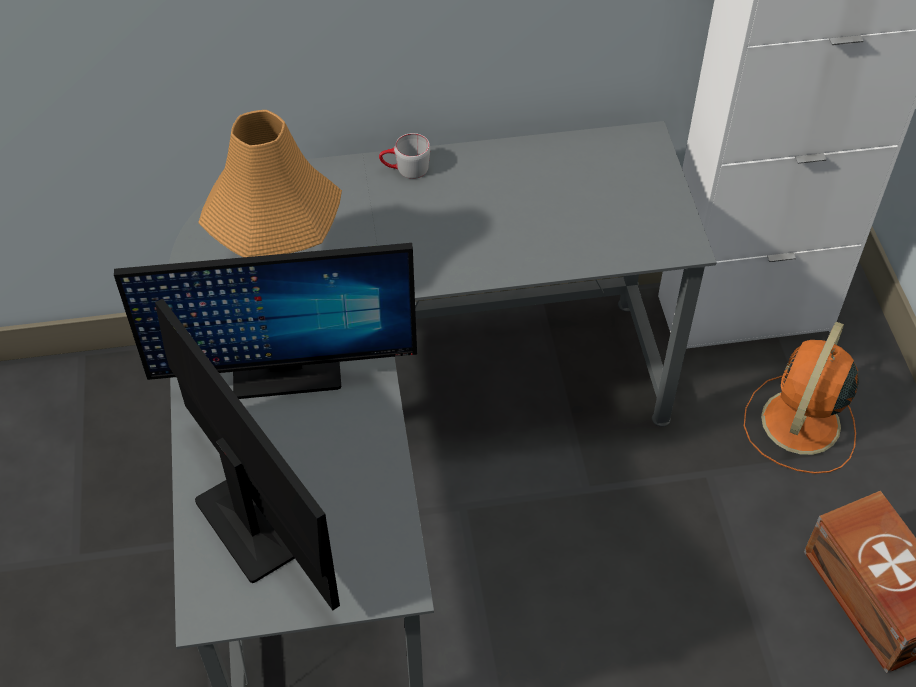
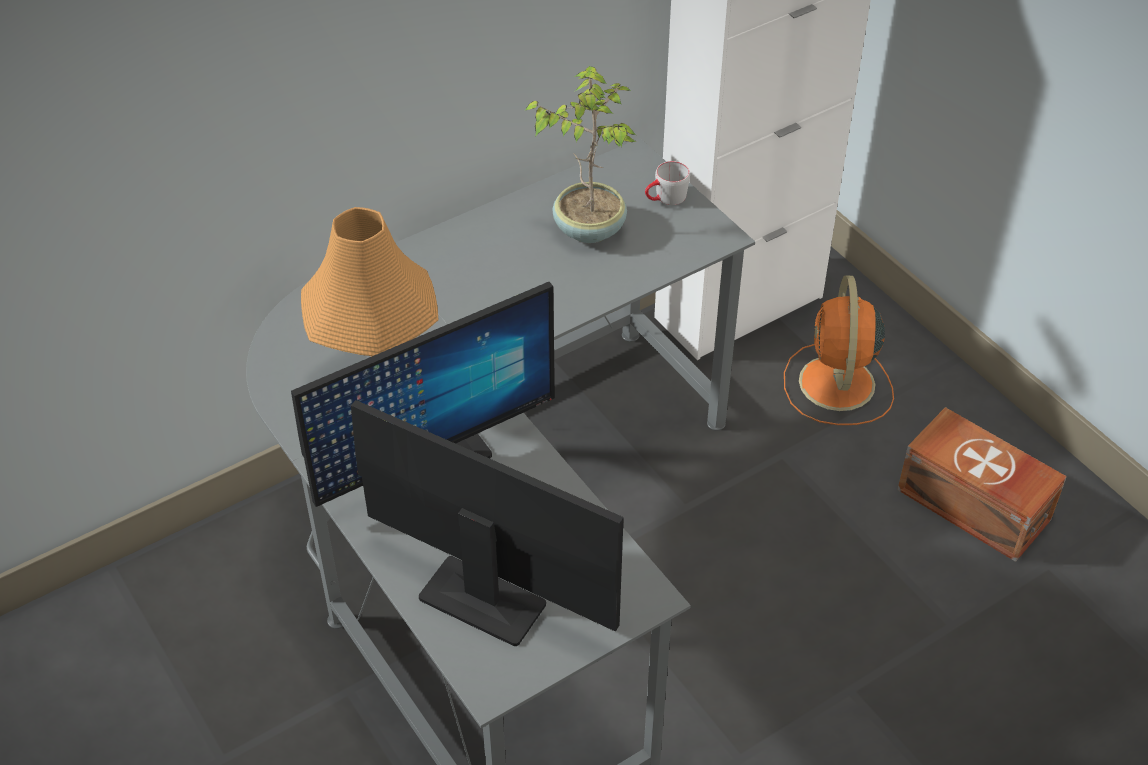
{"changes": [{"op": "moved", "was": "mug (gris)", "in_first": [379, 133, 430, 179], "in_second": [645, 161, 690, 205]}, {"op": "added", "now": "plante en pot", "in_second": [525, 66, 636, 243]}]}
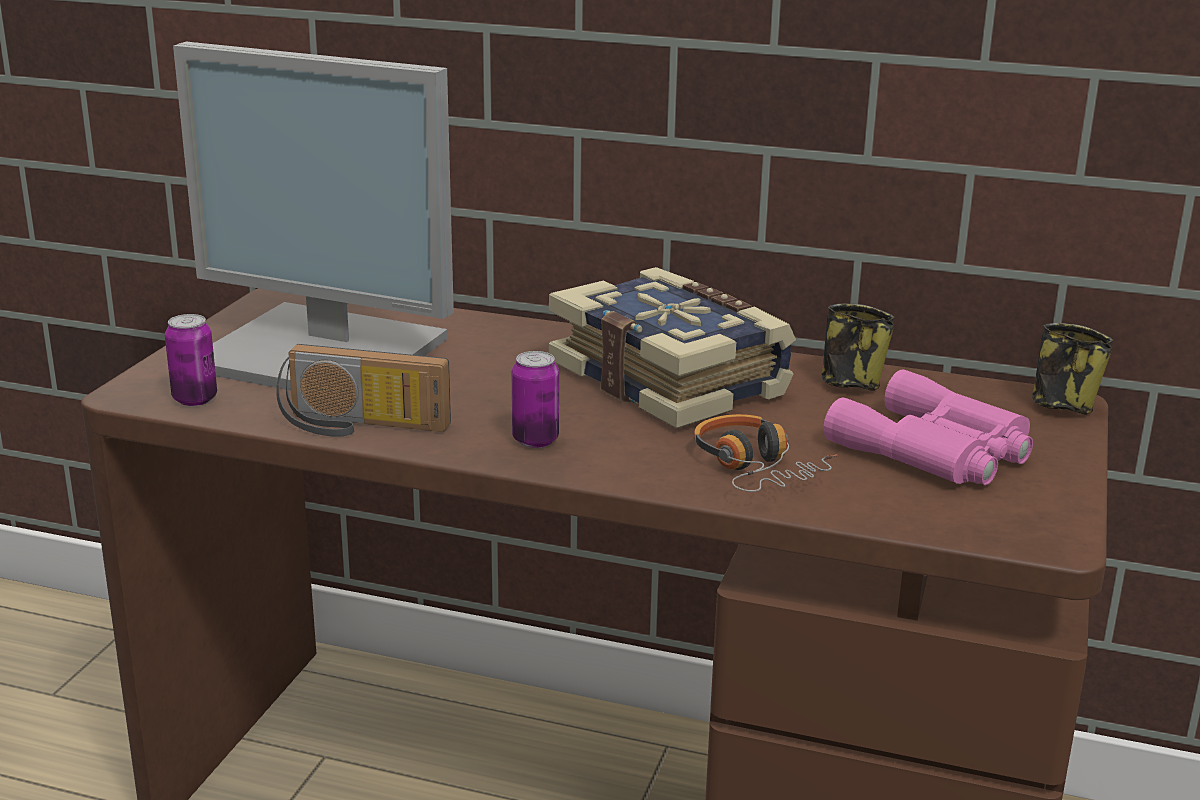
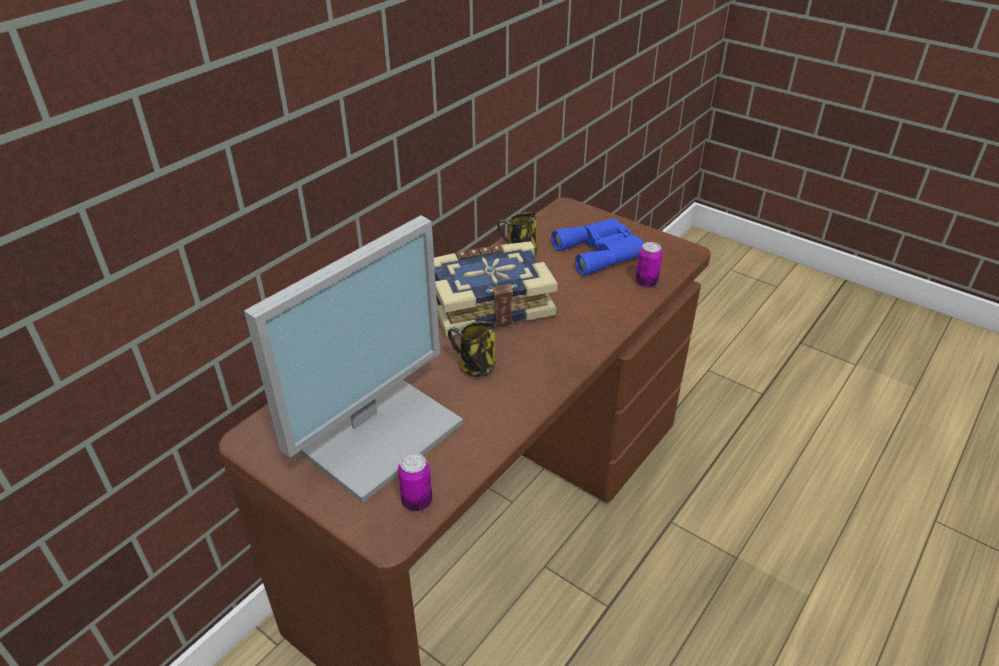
{"changes": [{"op": "removed", "was": "radio", "in_first": [276, 344, 451, 437]}, {"op": "moved", "was": "boîte métallique", "in_first": [512, 351, 559, 448], "in_second": [636, 242, 663, 288]}, {"op": "removed", "was": "casque audio", "in_first": [693, 414, 838, 492]}, {"op": "recoloured", "was": "jumelles (rose)", "now": "jumelles (bleu)", "in_first": [824, 369, 1033, 485], "in_second": [552, 218, 644, 276]}, {"op": "moved", "was": "mug", "in_first": [1032, 323, 1113, 415], "in_second": [448, 321, 496, 377]}]}
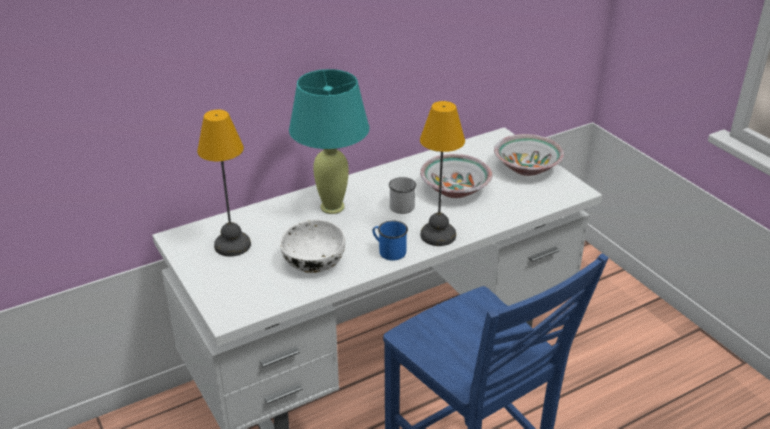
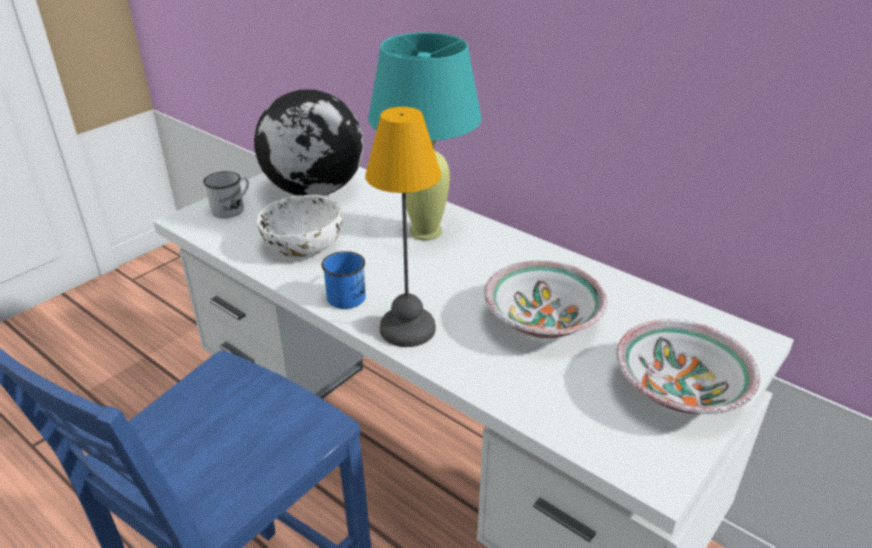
{"changes": [{"op": "replaced", "was": "lampe de table", "now": "globe", "in_first": [197, 110, 251, 257], "in_second": [254, 89, 364, 196]}, {"op": "moved", "was": "mug (blanc)", "in_first": [389, 177, 416, 214], "in_second": [203, 171, 249, 218]}]}
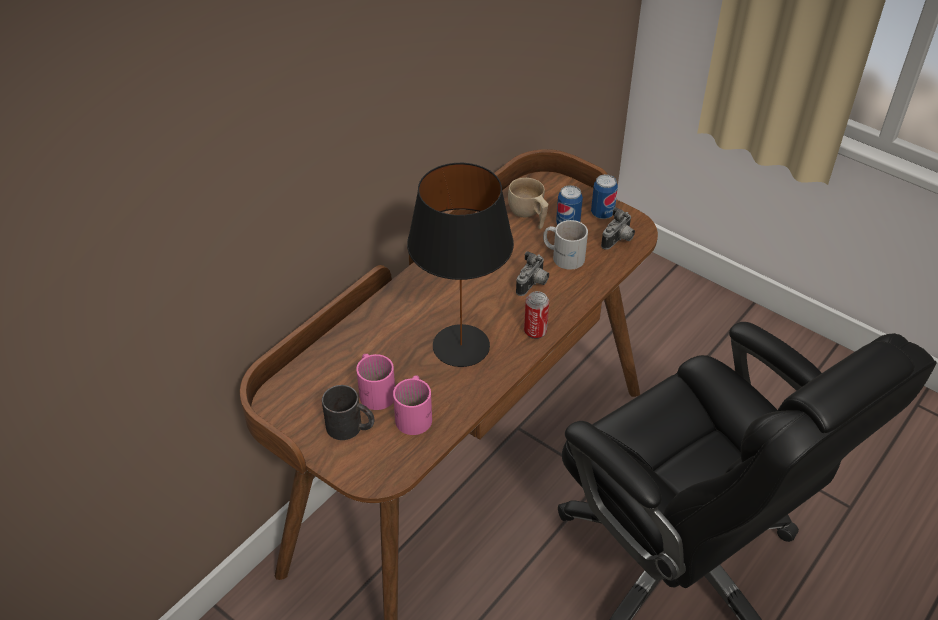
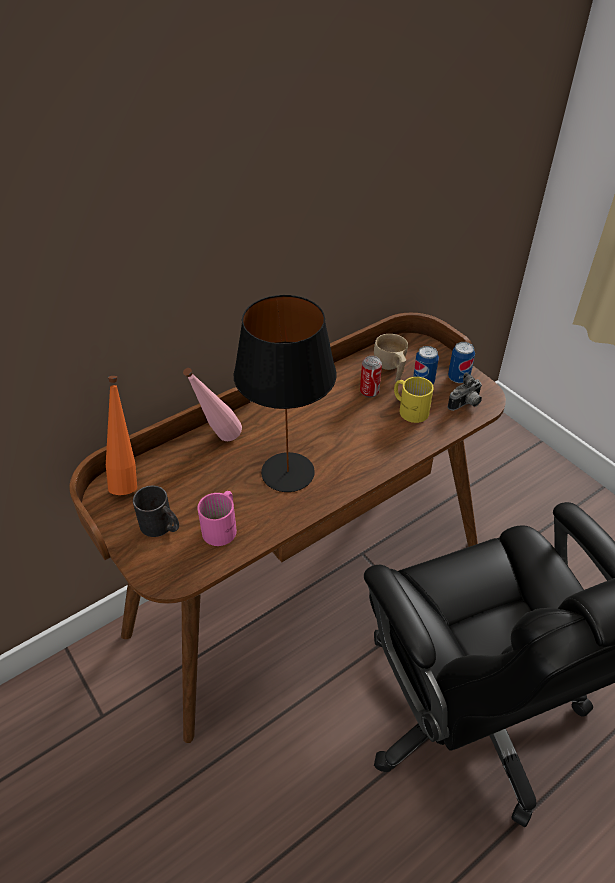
{"changes": [{"op": "removed", "was": "mug (rose)", "in_first": [356, 354, 395, 410]}, {"op": "removed", "was": "appareil photo", "in_first": [516, 251, 549, 296]}, {"op": "moved", "was": "boîte métallique", "in_first": [524, 291, 549, 339], "in_second": [360, 356, 382, 398]}, {"op": "recoloured", "was": "mug (blanc)", "now": "mug (jaune)", "in_first": [543, 220, 588, 270], "in_second": [394, 377, 433, 423]}, {"op": "added", "now": "bouteille (orange)", "in_second": [106, 376, 137, 495]}, {"op": "added", "now": "bouteille (rose)", "in_second": [183, 368, 242, 441]}]}
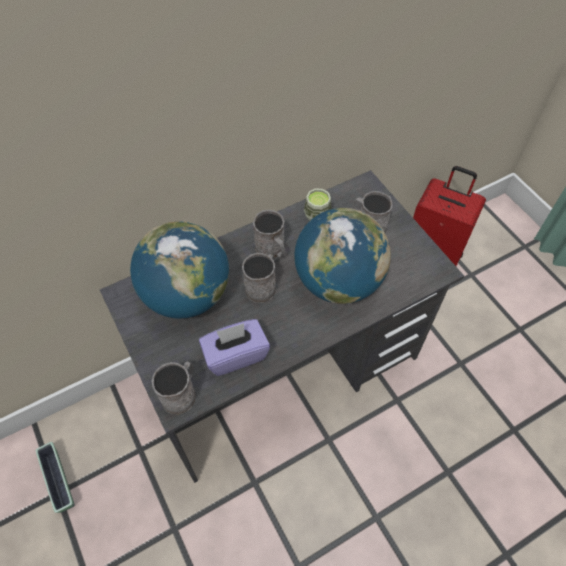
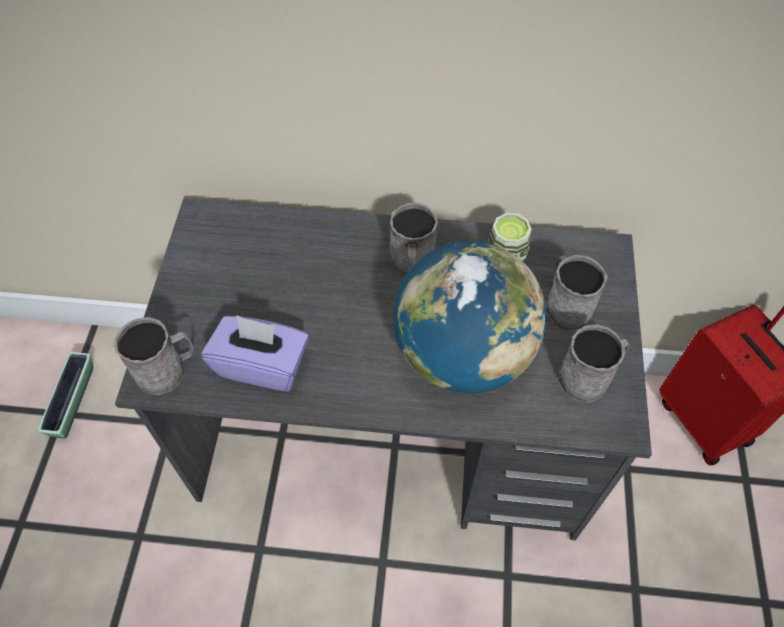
{"changes": [{"op": "removed", "was": "globe", "in_first": [130, 221, 229, 319]}, {"op": "moved", "was": "mug (gris)", "in_first": [242, 253, 276, 303], "in_second": [558, 324, 630, 403]}]}
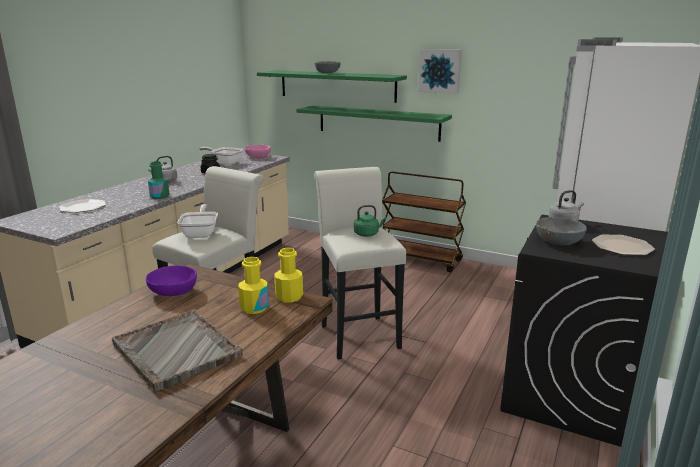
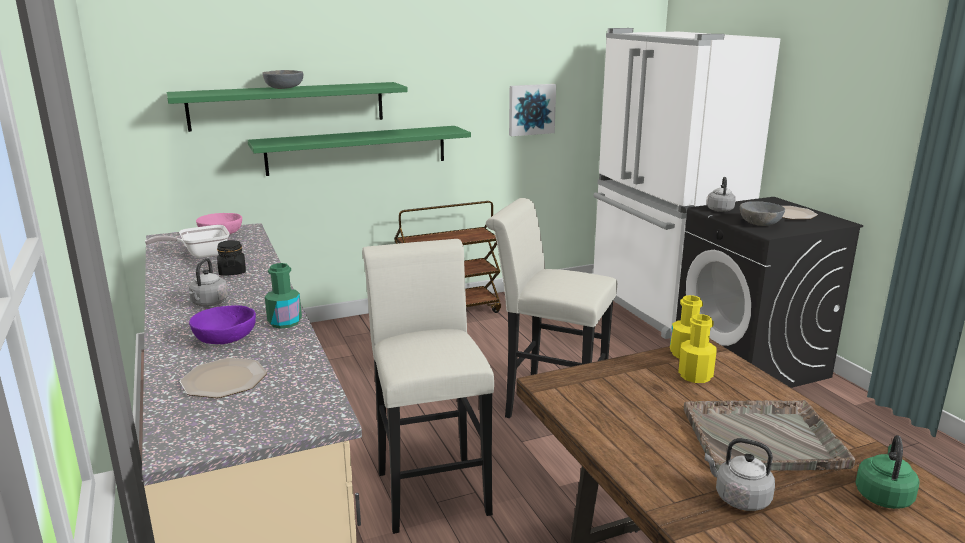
{"changes": [{"op": "moved", "was": "bol (violet)", "in_first": [146, 265, 197, 296], "in_second": [189, 305, 256, 344]}, {"op": "removed", "was": "poêle", "in_first": [177, 204, 218, 238]}, {"op": "moved", "was": "bouilloire (vert)", "in_first": [354, 205, 386, 236], "in_second": [855, 435, 920, 509]}, {"op": "moved", "was": "tableau", "in_first": [418, 49, 462, 94], "in_second": [509, 84, 556, 136]}, {"op": "added", "now": "bouilloire (gris)", "in_second": [705, 438, 775, 511]}]}
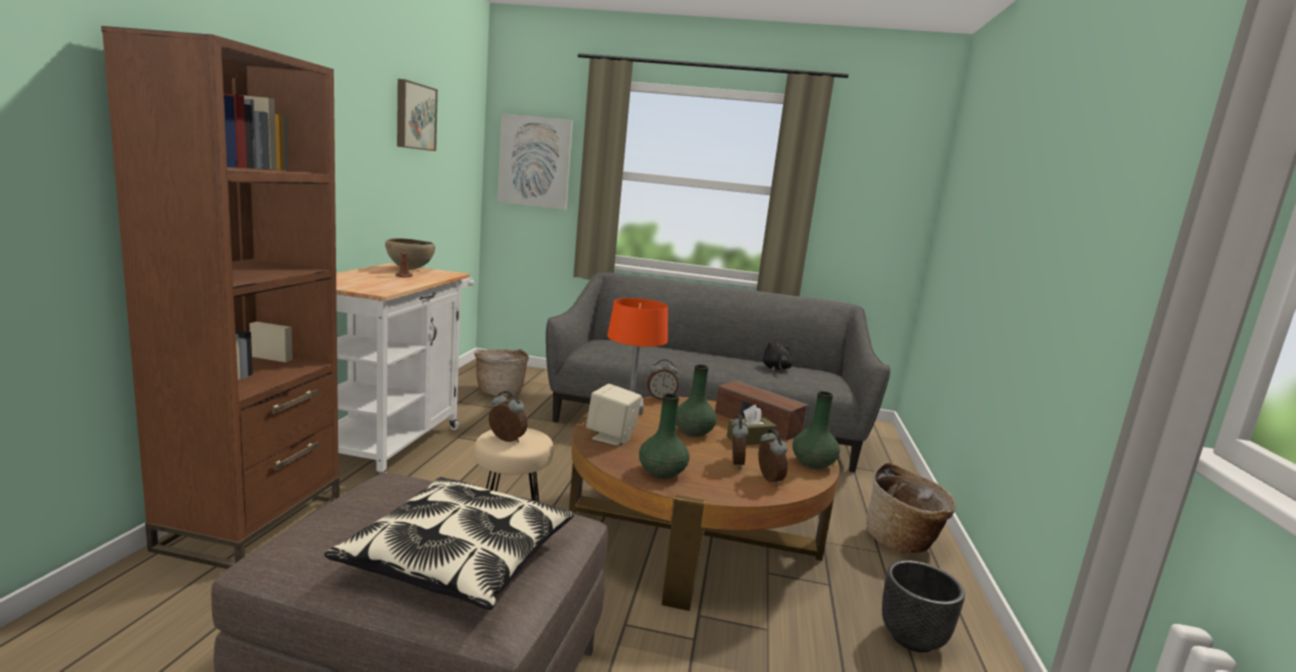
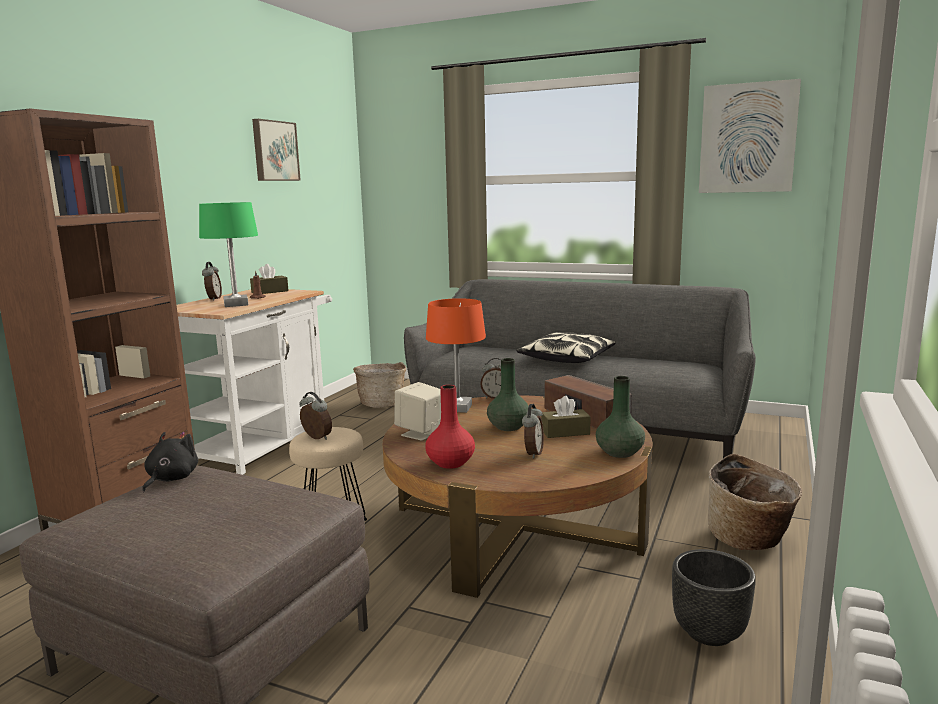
{"changes": [{"op": "moved", "was": "coussin", "in_first": [324, 477, 574, 610], "in_second": [516, 332, 616, 363]}, {"op": "replaced", "was": "bol (marron)", "now": "boîte à mouchoirs (marron)", "in_first": [385, 238, 435, 270], "in_second": [250, 264, 289, 294]}, {"op": "moved", "was": "tableau", "in_first": [497, 113, 573, 210], "in_second": [699, 79, 801, 193]}, {"op": "recoloured", "was": "vase (vert)", "now": "vase (rouge)", "in_first": [639, 393, 689, 479], "in_second": [425, 385, 475, 469]}, {"op": "moved", "was": "réveil", "in_first": [758, 429, 787, 486], "in_second": [202, 262, 222, 301]}, {"op": "moved", "was": "peluche (noir)", "in_first": [763, 342, 792, 374], "in_second": [142, 432, 198, 492]}, {"op": "added", "now": "lampe de table (vert)", "in_second": [199, 202, 258, 307]}]}
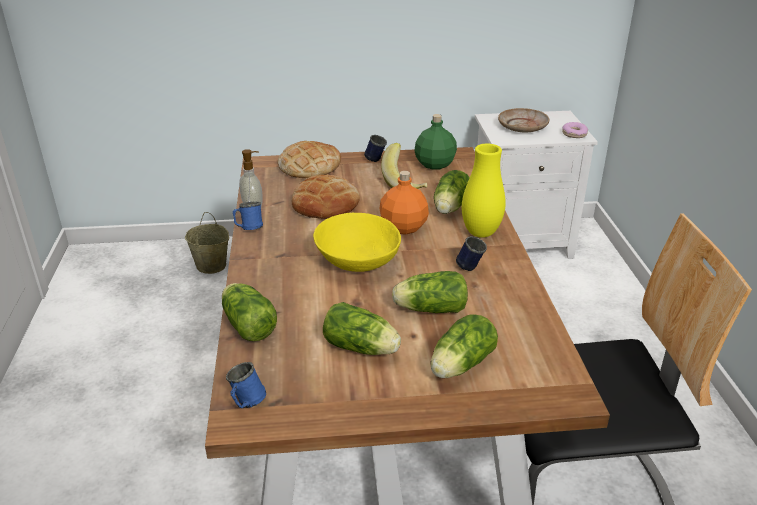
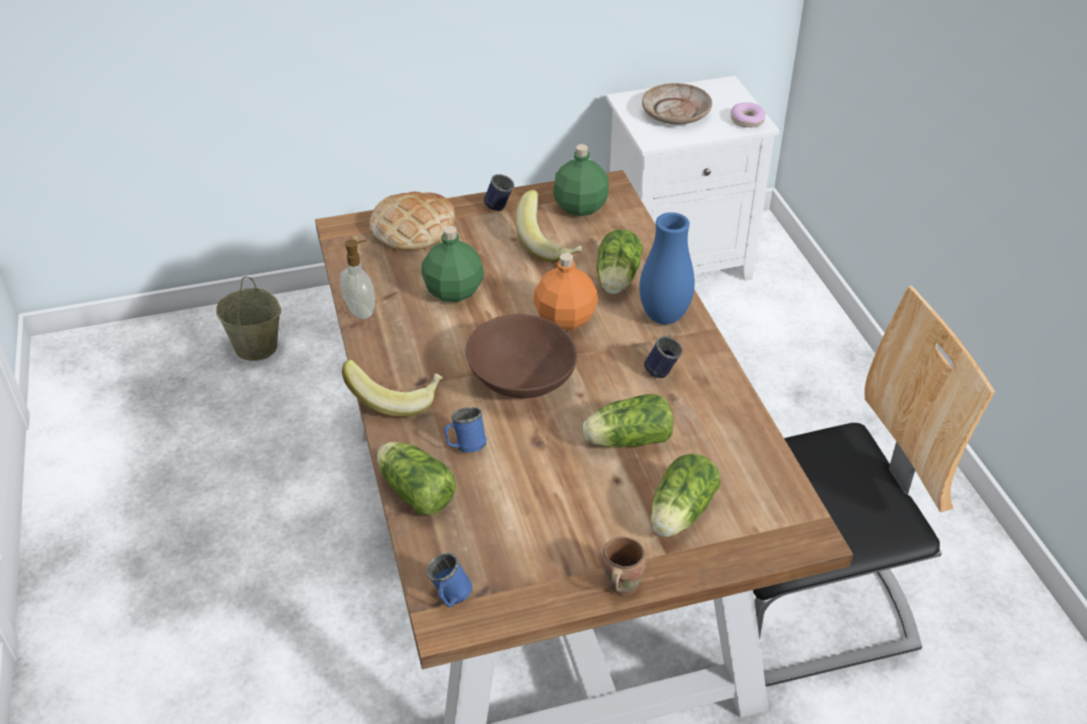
{"changes": [{"op": "moved", "was": "mug (bleu)", "in_first": [233, 201, 263, 230], "in_second": [444, 407, 486, 453]}, {"op": "replaced", "was": "pain", "now": "bouteille (vert)", "in_first": [292, 175, 360, 219], "in_second": [421, 226, 484, 302]}, {"op": "recoloured", "was": "bol (jaune)", "now": "bol (marron)", "in_first": [313, 213, 401, 272], "in_second": [466, 314, 577, 398]}, {"op": "removed", "was": "laitue", "in_first": [323, 302, 401, 355]}, {"op": "recoloured", "was": "vase (jaune)", "now": "vase (bleu)", "in_first": [462, 144, 506, 238], "in_second": [639, 212, 695, 324]}, {"op": "added", "now": "banane", "in_second": [342, 360, 443, 417]}, {"op": "added", "now": "mug (marron)", "in_second": [602, 537, 646, 595]}]}
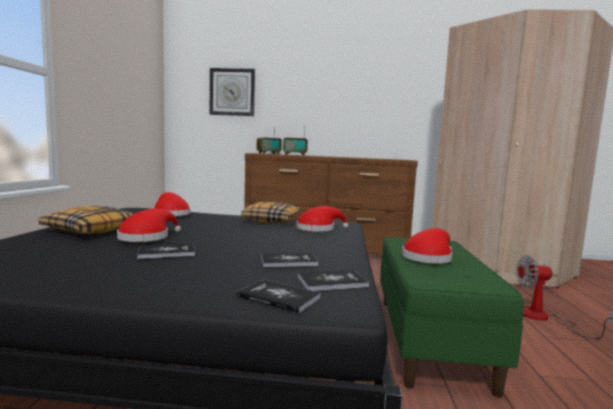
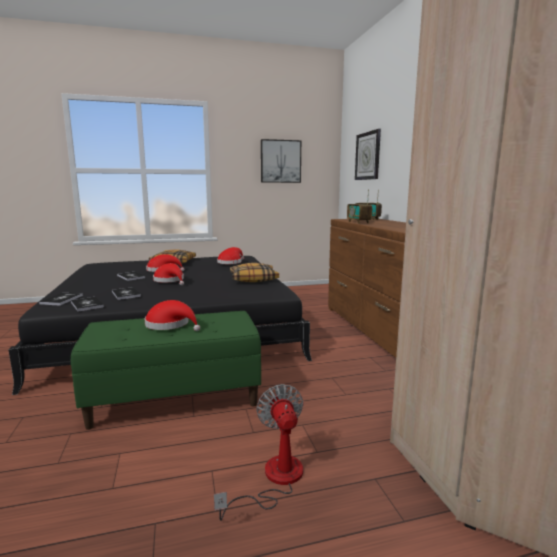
{"changes": [{"op": "moved", "was": "chapeau (rouge)", "in_first": [296, 206, 348, 232], "in_second": [153, 263, 184, 285]}, {"op": "added", "now": "tableau", "in_second": [261, 139, 301, 183]}]}
